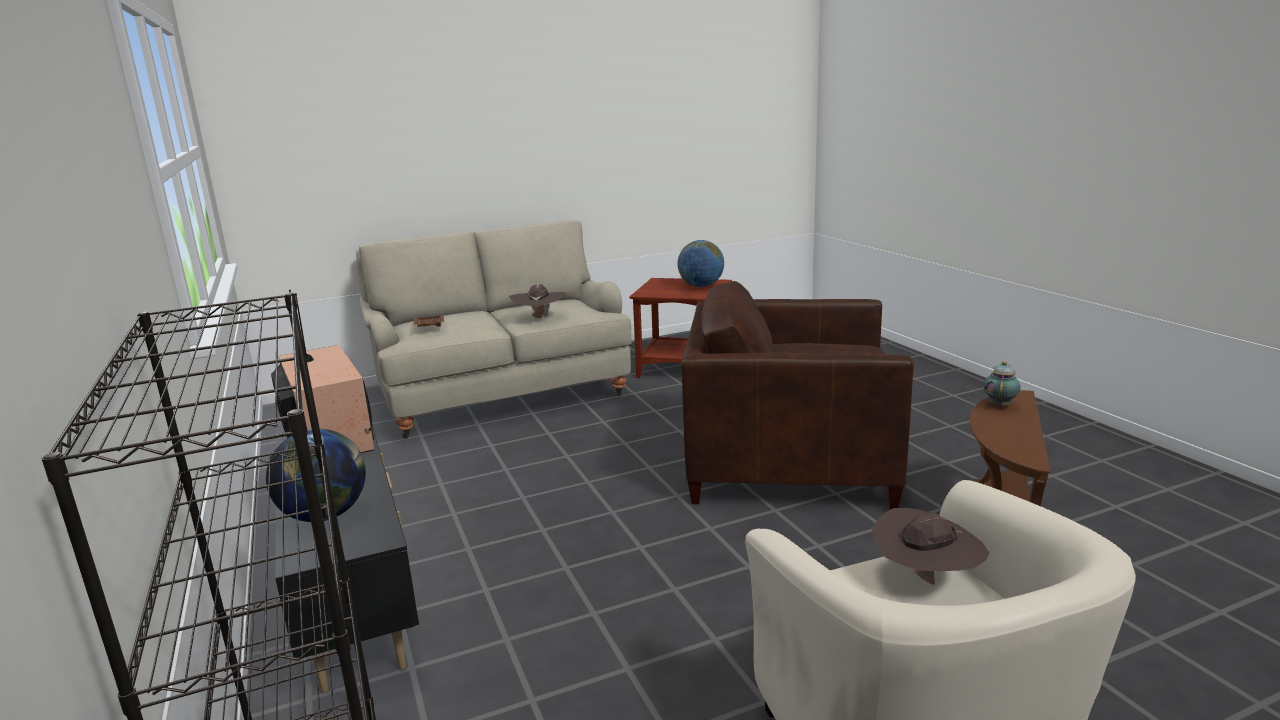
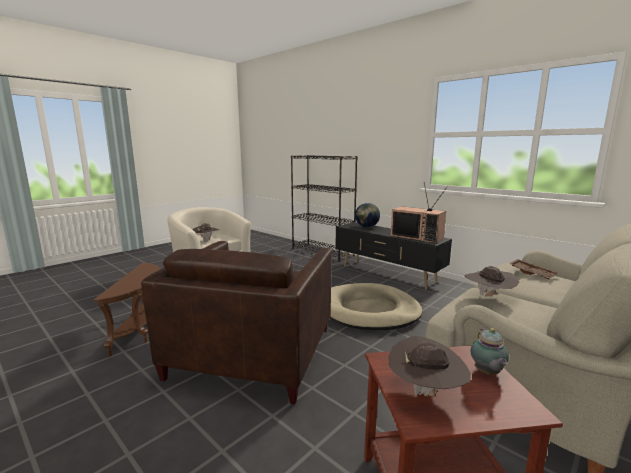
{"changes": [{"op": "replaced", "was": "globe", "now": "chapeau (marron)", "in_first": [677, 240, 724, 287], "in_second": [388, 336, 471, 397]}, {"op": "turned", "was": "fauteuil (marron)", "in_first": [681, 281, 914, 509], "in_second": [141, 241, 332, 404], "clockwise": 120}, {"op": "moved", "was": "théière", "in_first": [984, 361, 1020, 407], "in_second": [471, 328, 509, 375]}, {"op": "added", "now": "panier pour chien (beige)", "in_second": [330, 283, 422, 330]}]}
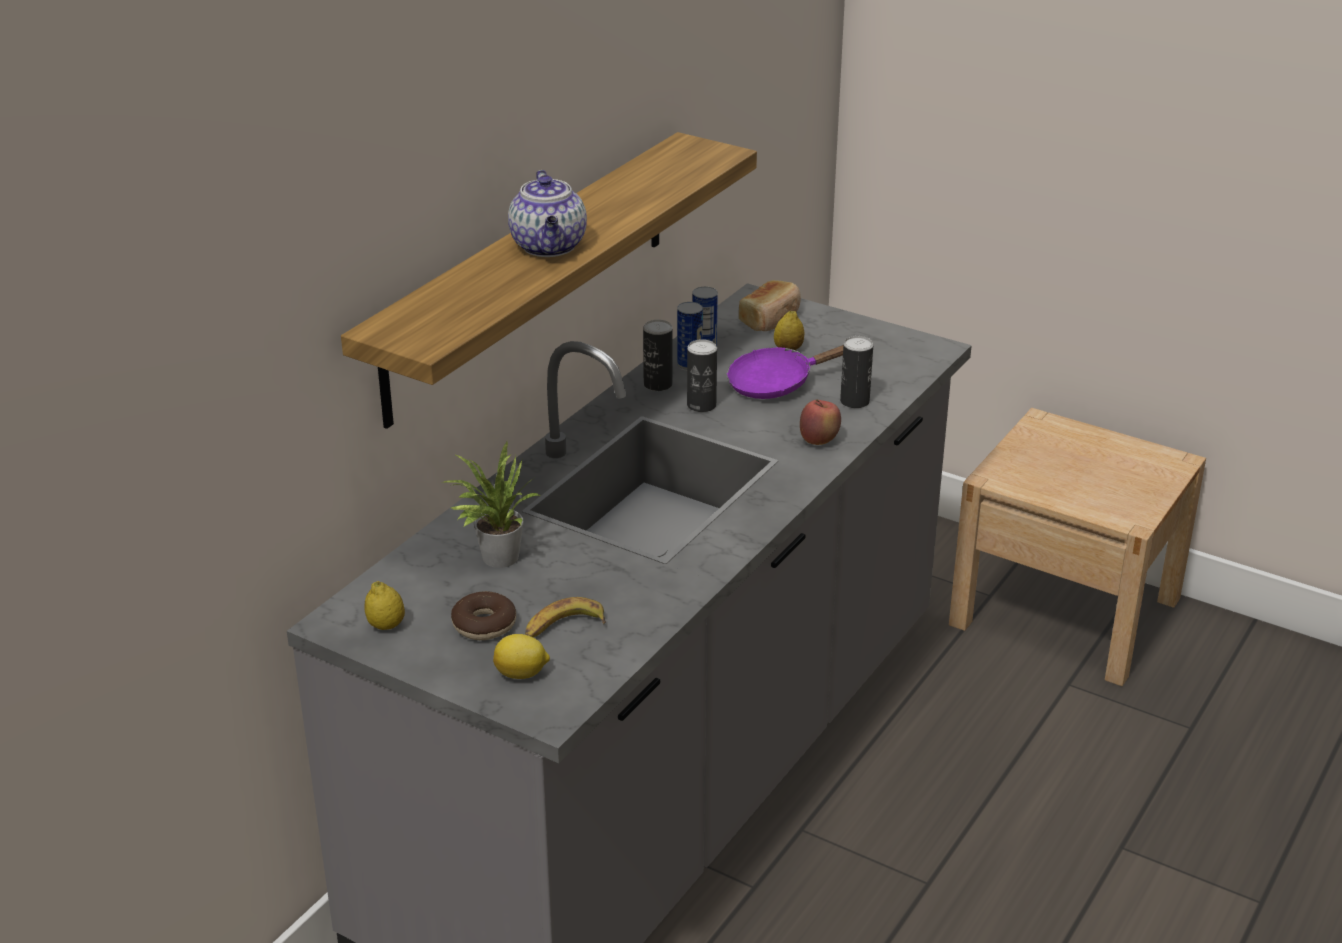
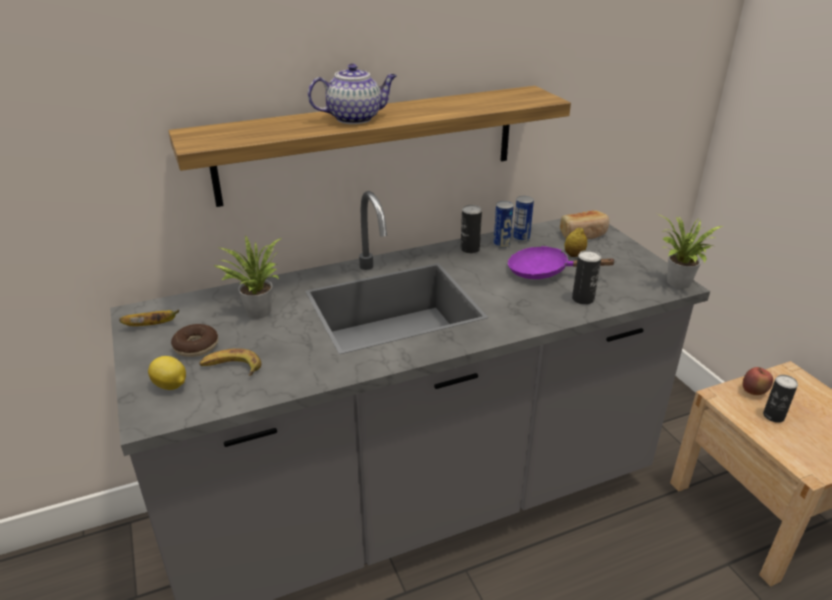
{"changes": [{"op": "replaced", "was": "citron", "now": "banane", "in_first": [364, 581, 405, 630], "in_second": [119, 310, 179, 326]}, {"op": "turned", "was": "théière", "in_first": [508, 170, 587, 257], "in_second": [308, 64, 397, 124], "clockwise": -135}, {"op": "moved", "was": "boîte métallique", "in_first": [687, 339, 717, 412], "in_second": [763, 375, 798, 423]}, {"op": "moved", "was": "pomme", "in_first": [800, 399, 841, 445], "in_second": [743, 367, 773, 395]}, {"op": "added", "now": "plante en pot", "in_second": [660, 215, 722, 289]}]}
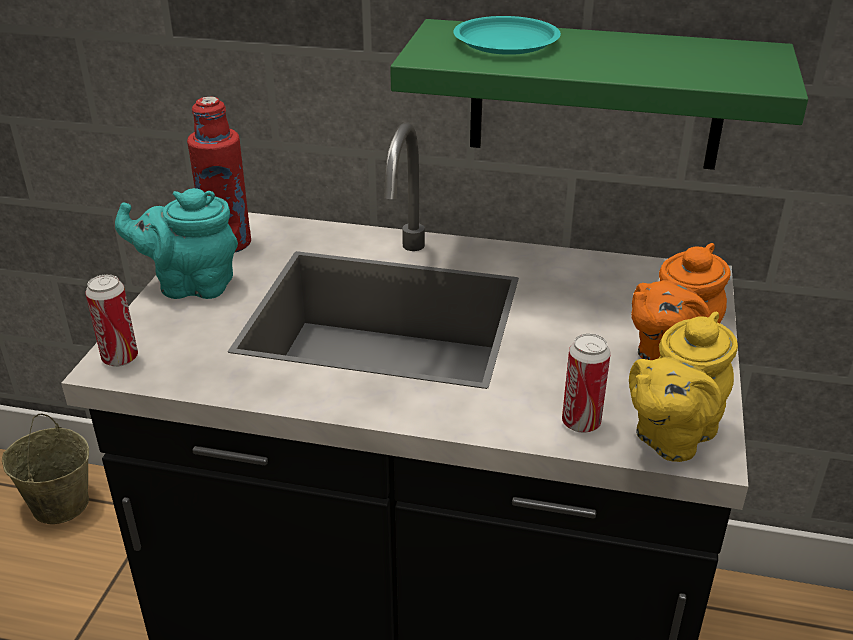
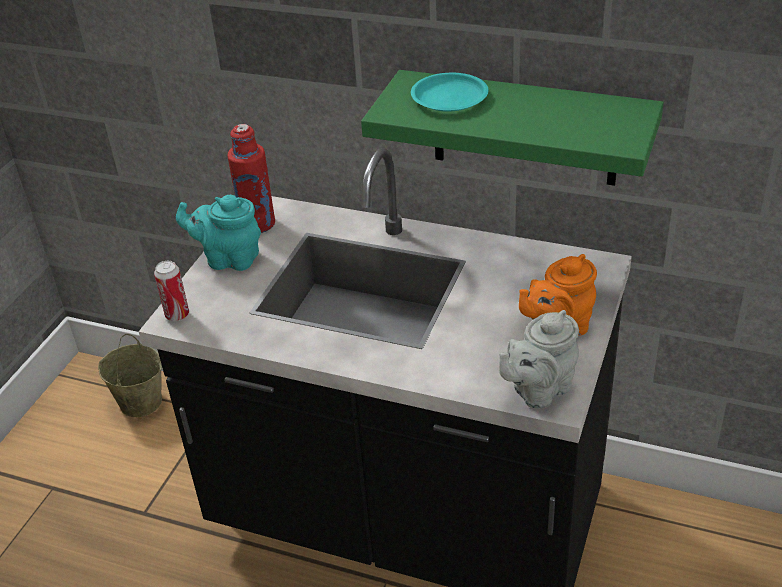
{"changes": [{"op": "removed", "was": "boîte métallique", "in_first": [562, 334, 611, 433]}, {"op": "recoloured", "was": "théière (jaune)", "now": "théière (gris)", "in_first": [629, 312, 738, 462], "in_second": [499, 310, 579, 409]}]}
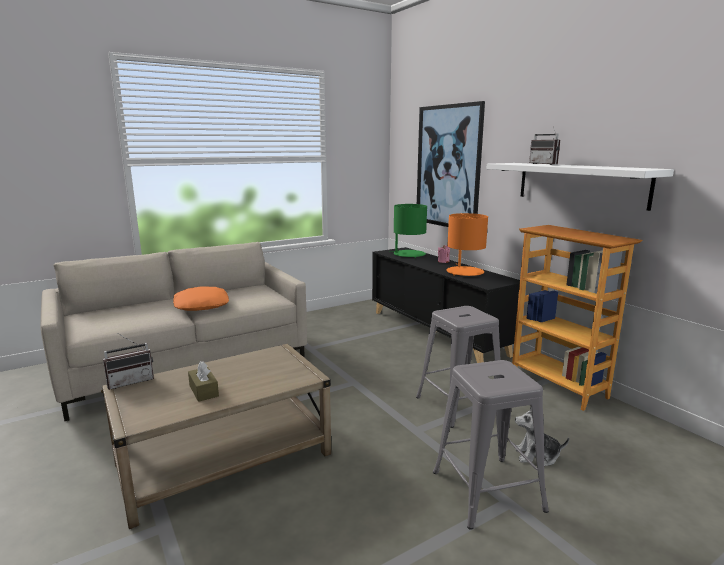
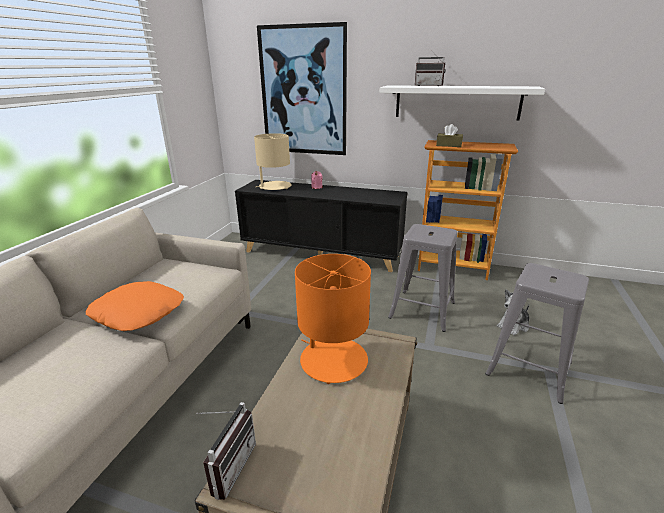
{"changes": [{"op": "moved", "was": "boîte à mouchoirs (marron)", "in_first": [188, 361, 219, 402], "in_second": [436, 124, 463, 147]}, {"op": "recoloured", "was": "lampe de table (vert)", "now": "lampe de table (beige)", "in_first": [389, 204, 427, 258], "in_second": [254, 133, 292, 190]}, {"op": "moved", "was": "lampe de table (orange)", "in_first": [446, 213, 488, 276], "in_second": [295, 254, 371, 384]}]}
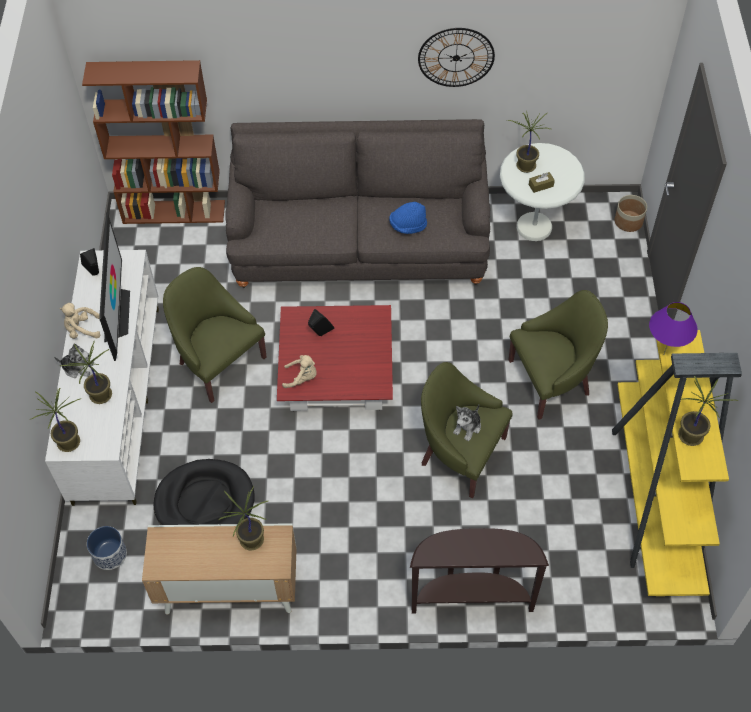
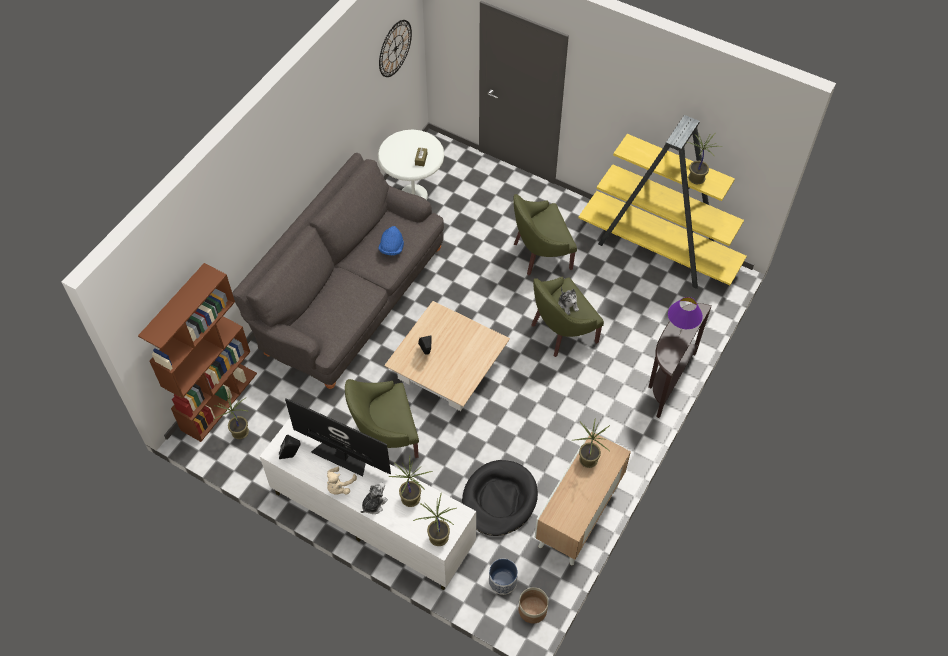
{"changes": [{"op": "recoloured", "was": "table basse (rouge)", "now": "table basse (beige)", "in_first": [277, 305, 393, 411], "in_second": [384, 301, 510, 411]}, {"op": "removed", "was": "peluche (beige)", "in_first": [282, 355, 317, 388]}, {"op": "moved", "was": "horloge murale", "in_first": [418, 28, 495, 87], "in_second": [379, 20, 412, 77]}, {"op": "moved", "was": "plante en pot", "in_first": [507, 111, 550, 173], "in_second": [214, 393, 249, 439]}, {"op": "turned", "was": "fauteuil (vert)", "in_first": [509, 290, 608, 420], "in_second": [513, 194, 577, 275], "clockwise": -120}, {"op": "moved", "was": "cache-pot", "in_first": [615, 195, 647, 232], "in_second": [518, 587, 548, 624]}, {"op": "moved", "was": "lampe de table (violet)", "in_first": [649, 302, 697, 354], "in_second": [668, 297, 703, 333]}]}
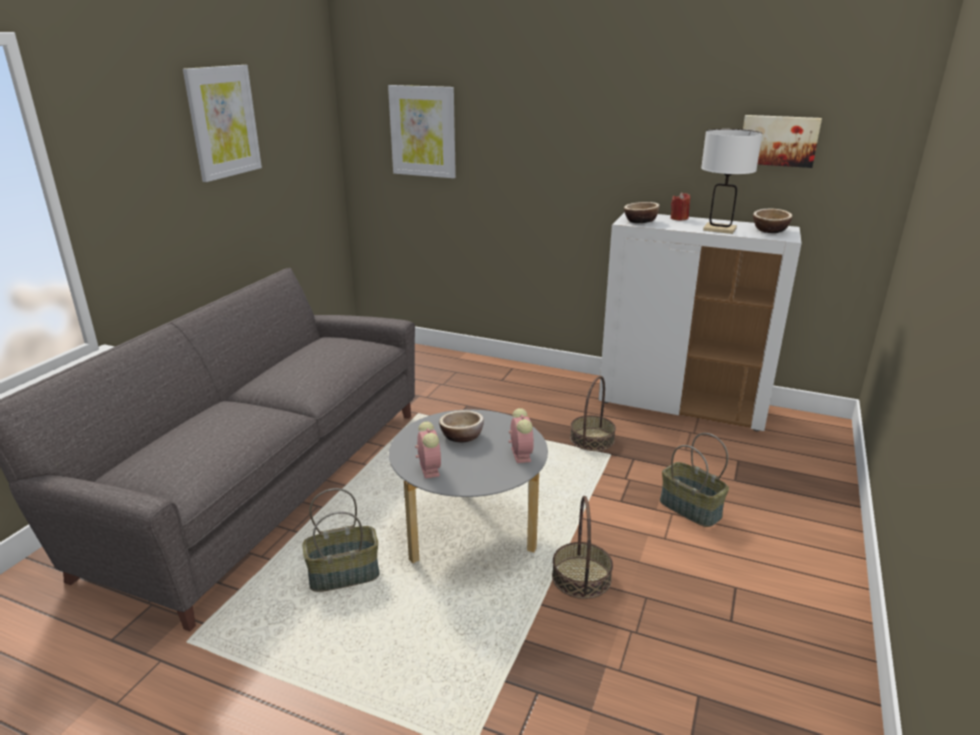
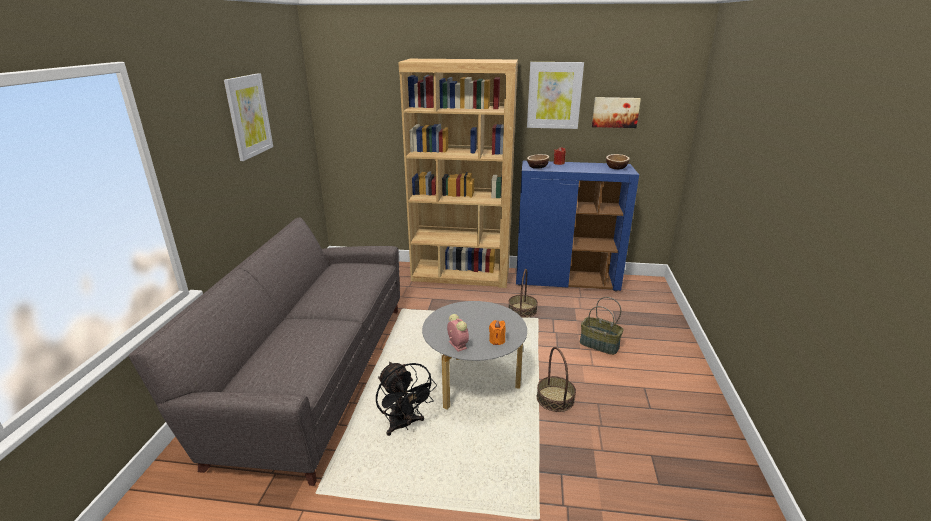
{"changes": [{"op": "replaced", "was": "panier", "now": "ventilateur (noir)", "in_first": [302, 488, 380, 592], "in_second": [376, 362, 437, 436]}, {"op": "moved", "was": "tableau", "in_first": [388, 85, 456, 178], "in_second": [527, 62, 584, 129]}, {"op": "removed", "was": "bol", "in_first": [439, 410, 484, 443]}, {"op": "removed", "was": "réveil", "in_first": [509, 408, 534, 463]}, {"op": "recoloured", "was": "meuble de rangement (blanc)", "now": "meuble de rangement (bleu)", "in_first": [598, 212, 802, 432], "in_second": [516, 161, 639, 291]}, {"op": "removed", "was": "lampe de table (blanc)", "in_first": [701, 129, 763, 234]}, {"op": "added", "now": "bibliothèque (marron)", "in_second": [398, 59, 518, 288]}, {"op": "added", "now": "bougie (orange)", "in_second": [489, 320, 506, 345]}]}
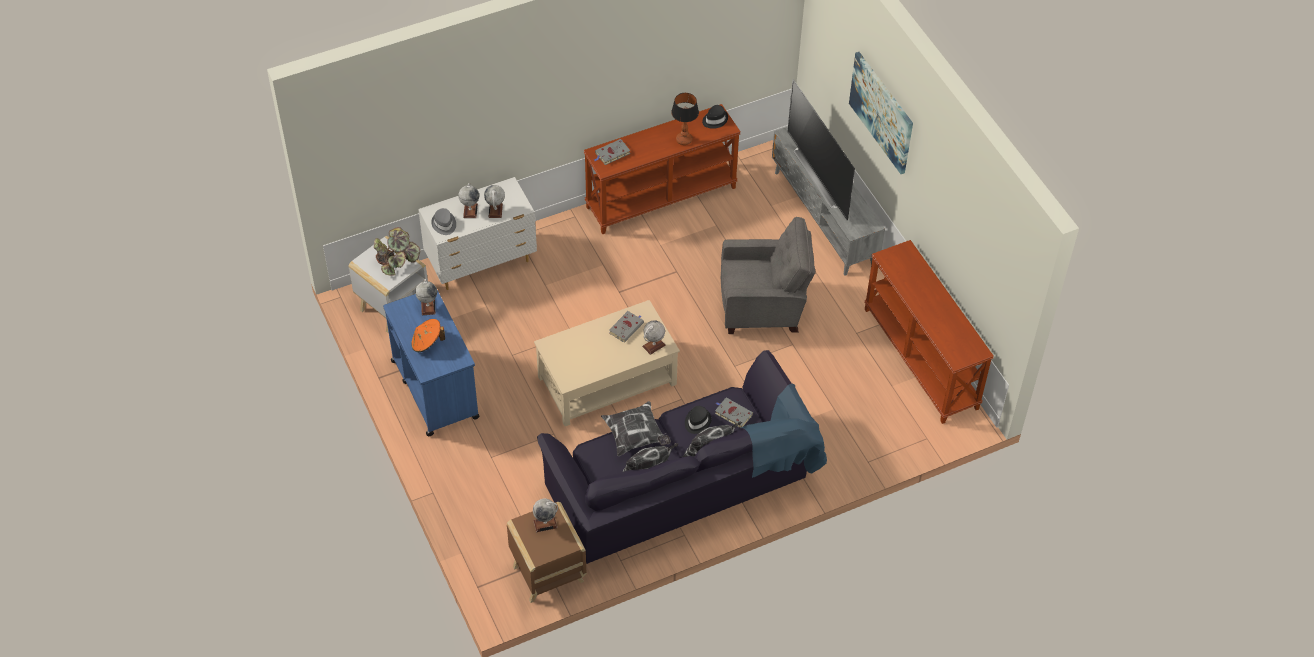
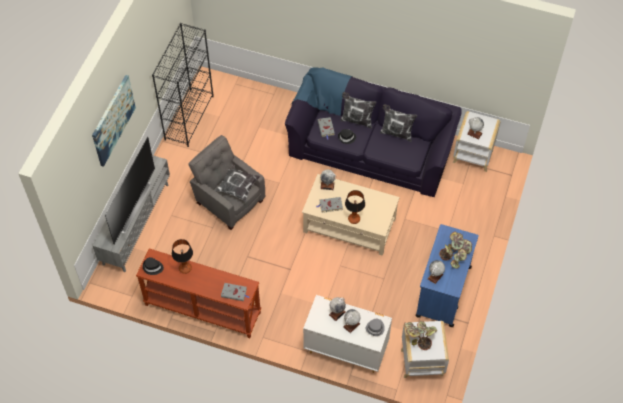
{"changes": [{"op": "replaced", "was": "chapeau (orange)", "now": "plante en pot", "in_first": [411, 319, 445, 352], "in_second": [439, 232, 472, 268]}, {"op": "recoloured", "was": "table d'appoint (marron)", "now": "table d'appoint (blanc)", "in_first": [507, 502, 586, 603], "in_second": [453, 111, 501, 172]}, {"op": "moved", "was": "coussin", "in_first": [601, 401, 671, 456], "in_second": [215, 164, 260, 202]}, {"op": "replaced", "was": "table console (marron)", "now": "bibliothèque (noir)", "in_first": [864, 240, 994, 424], "in_second": [152, 23, 214, 147]}, {"op": "added", "now": "lampe de table", "in_second": [345, 190, 365, 224]}]}
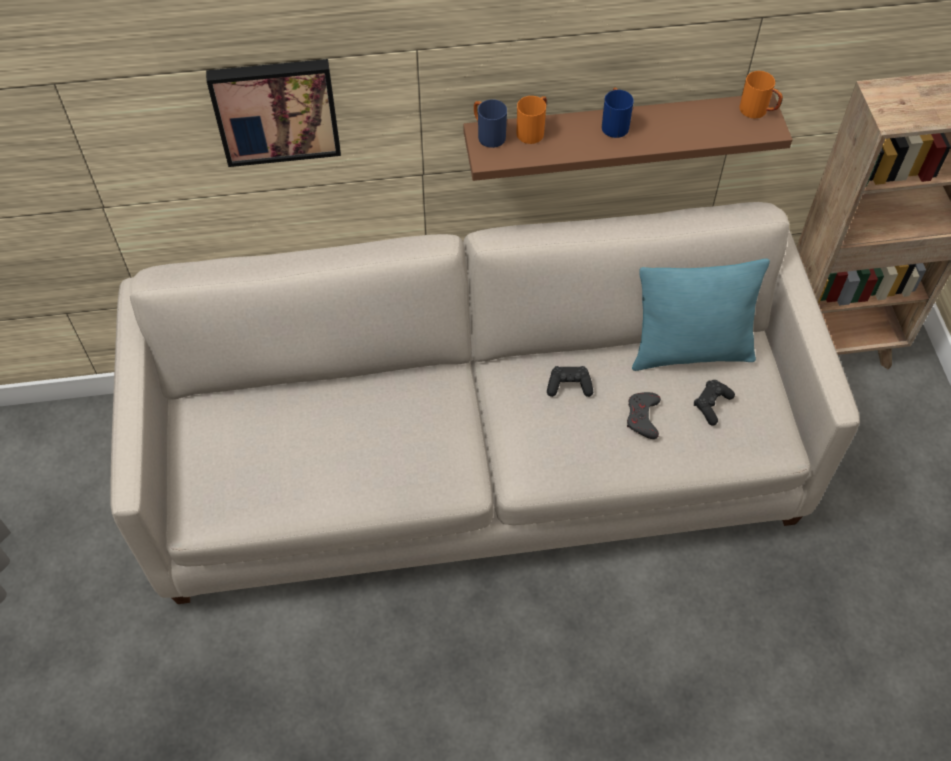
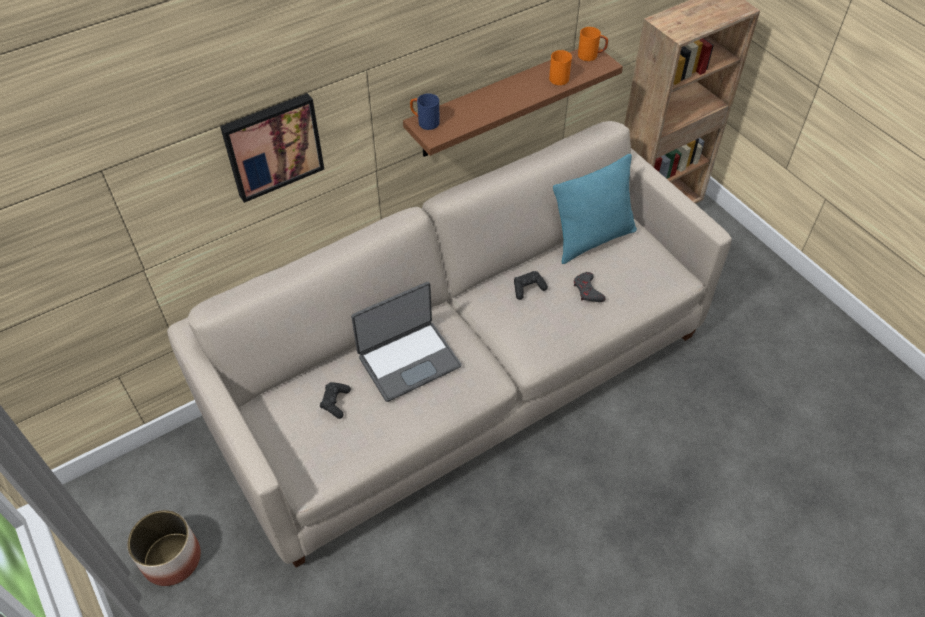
{"changes": [{"op": "moved", "was": "mug (orange)", "in_first": [517, 96, 547, 144], "in_second": [549, 50, 572, 85]}, {"op": "removed", "was": "mug (bleu)", "in_first": [602, 88, 634, 138]}, {"op": "moved", "was": "manette (noir)", "in_first": [694, 380, 735, 425], "in_second": [320, 382, 351, 419]}, {"op": "added", "now": "cache-pot", "in_second": [127, 510, 201, 586]}, {"op": "added", "now": "ordinateur portable", "in_second": [351, 282, 462, 402]}]}
